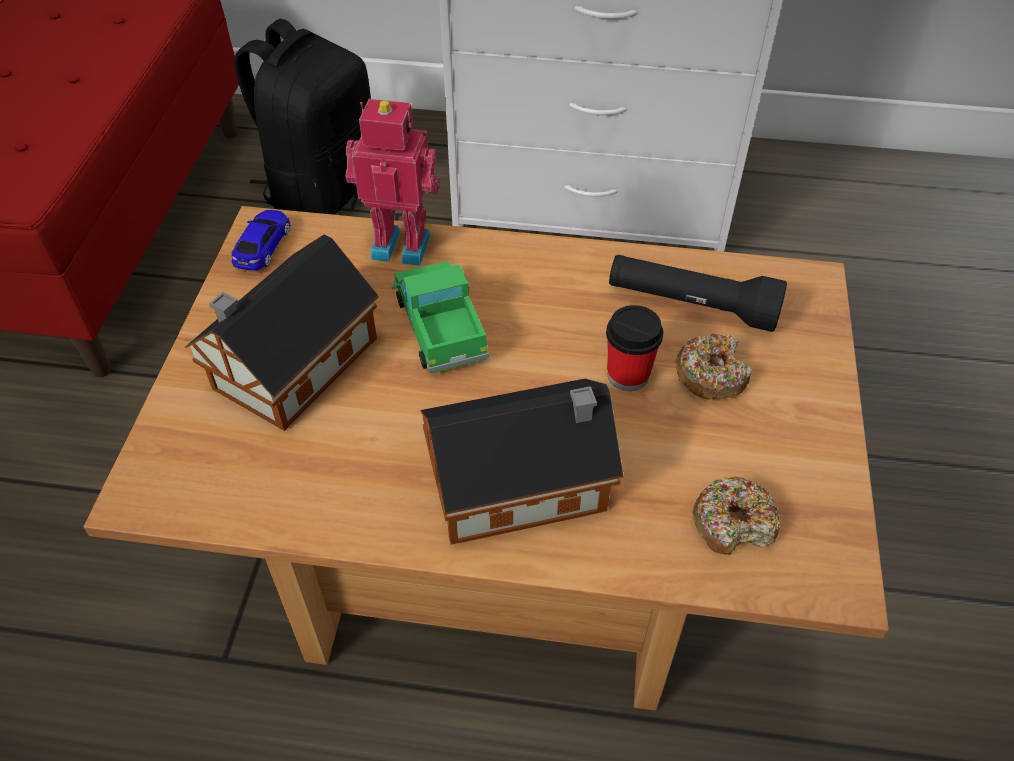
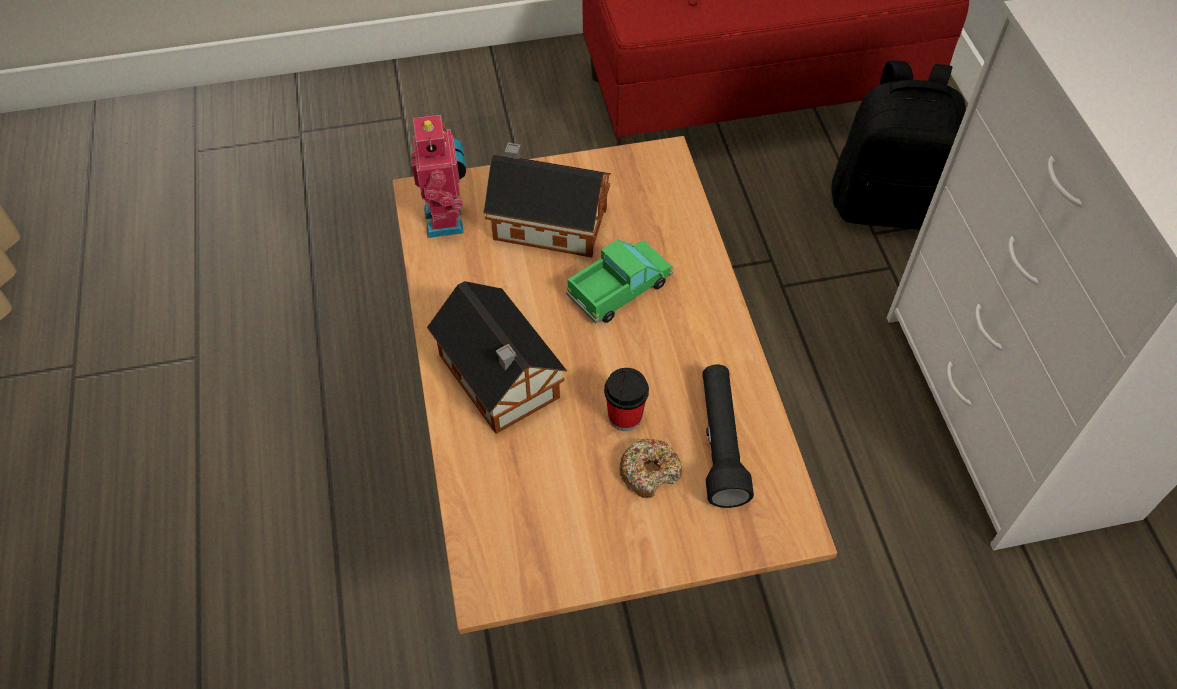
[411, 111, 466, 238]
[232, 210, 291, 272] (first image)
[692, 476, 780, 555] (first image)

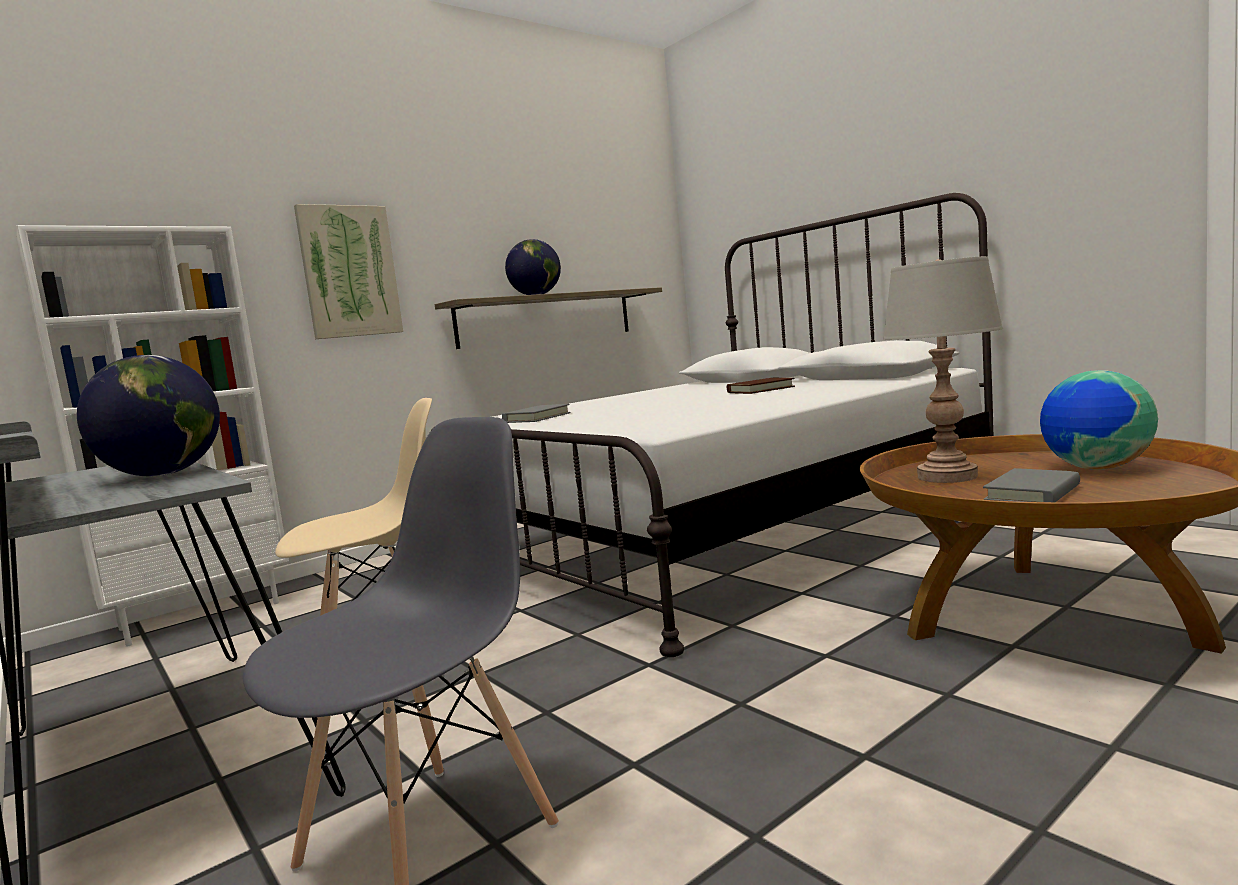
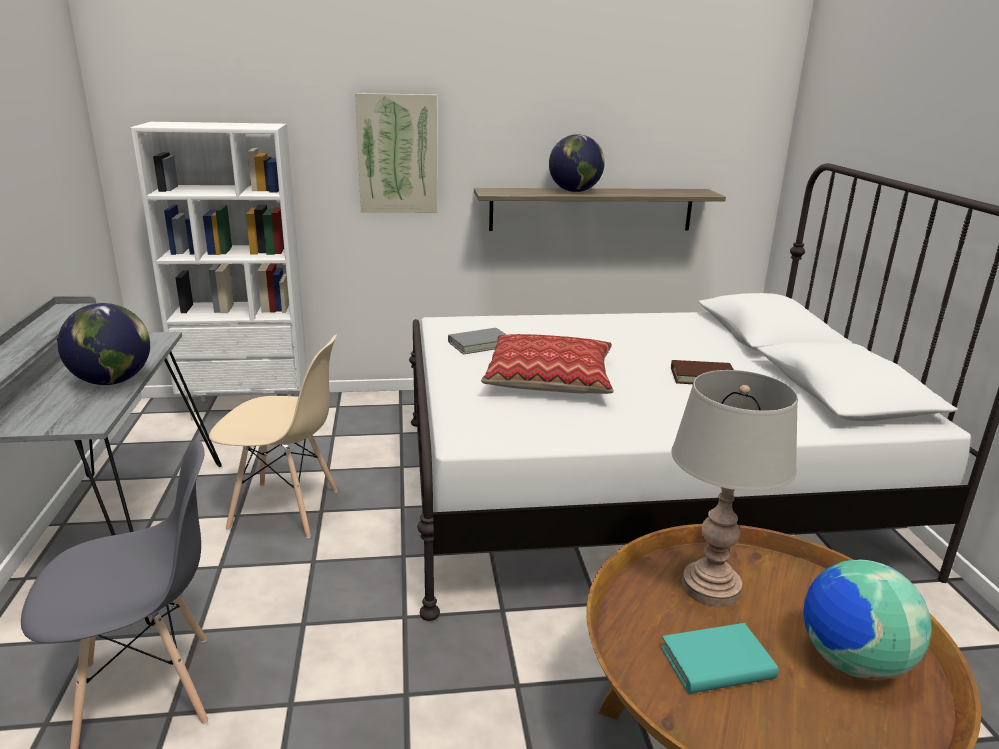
[481, 334, 614, 394]
[661, 623, 779, 694]

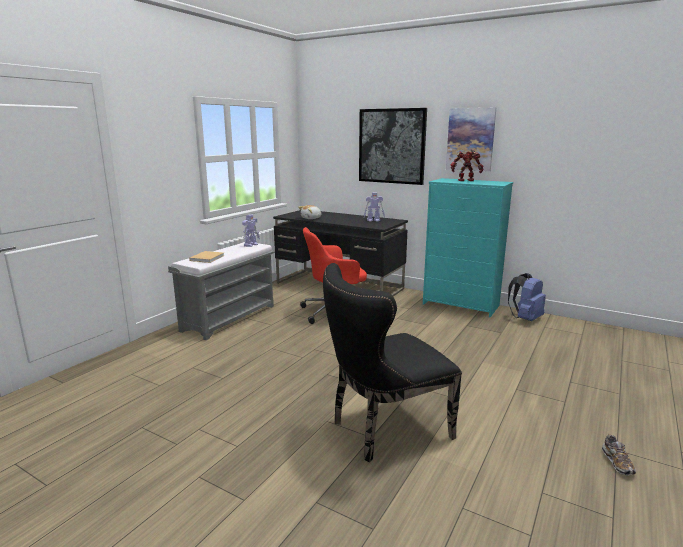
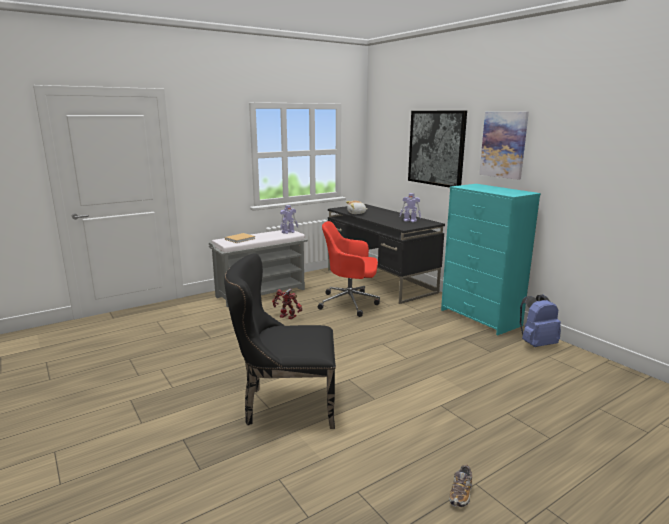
[272, 289, 302, 319]

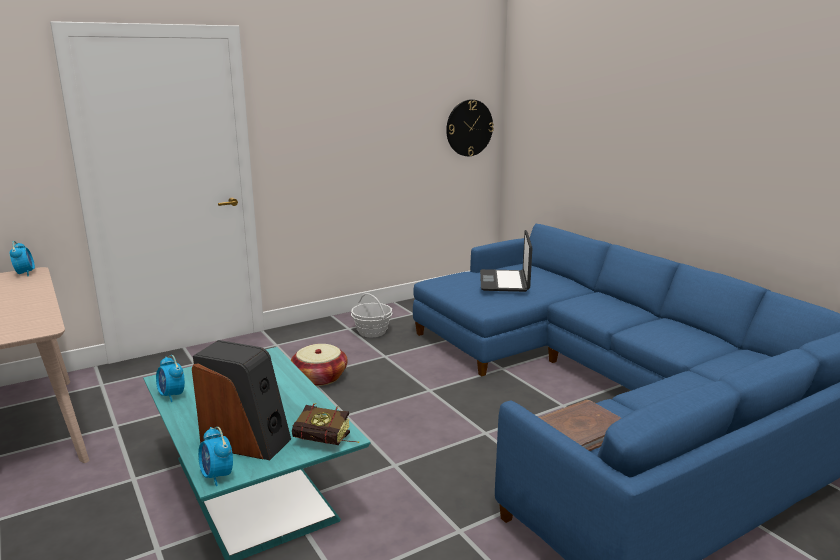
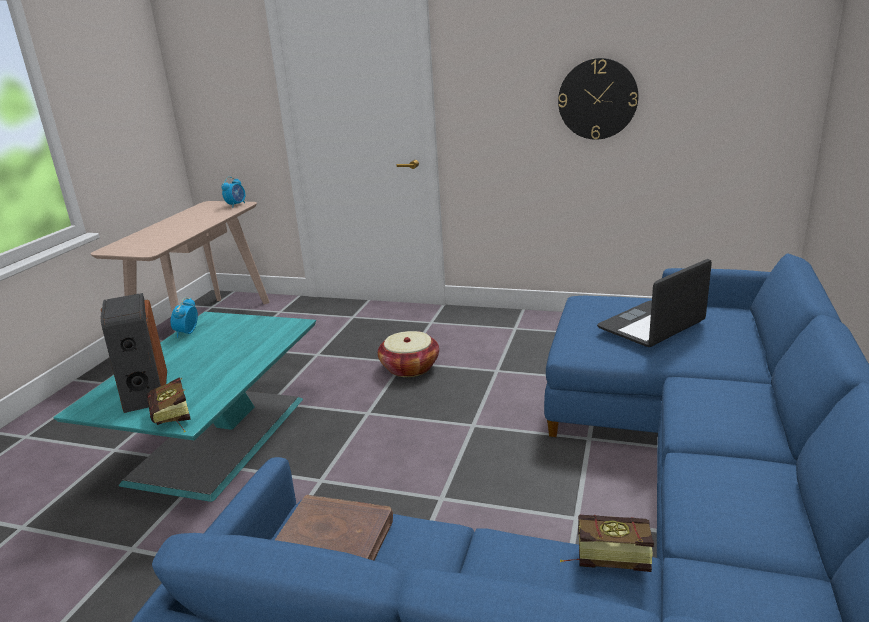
[558, 58, 638, 140]
[560, 514, 654, 572]
[198, 427, 233, 486] (first image)
[351, 293, 392, 337] (first image)

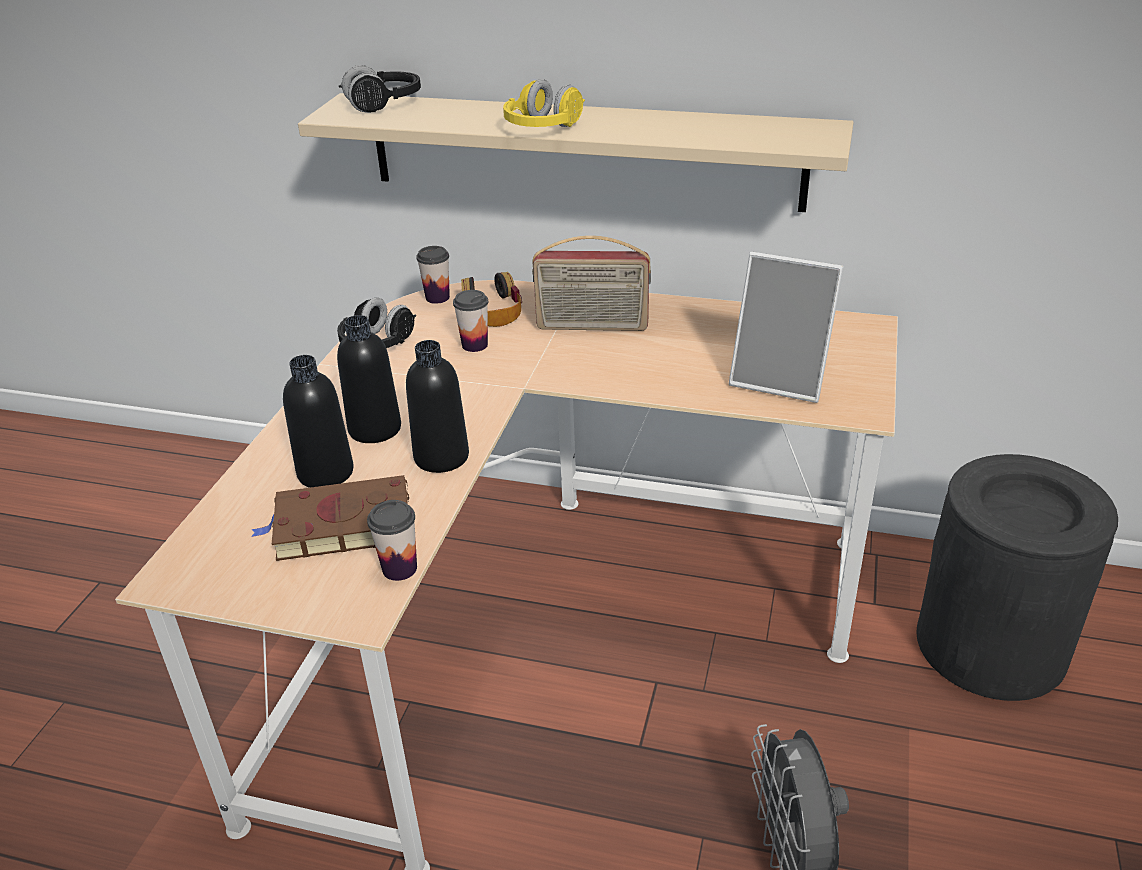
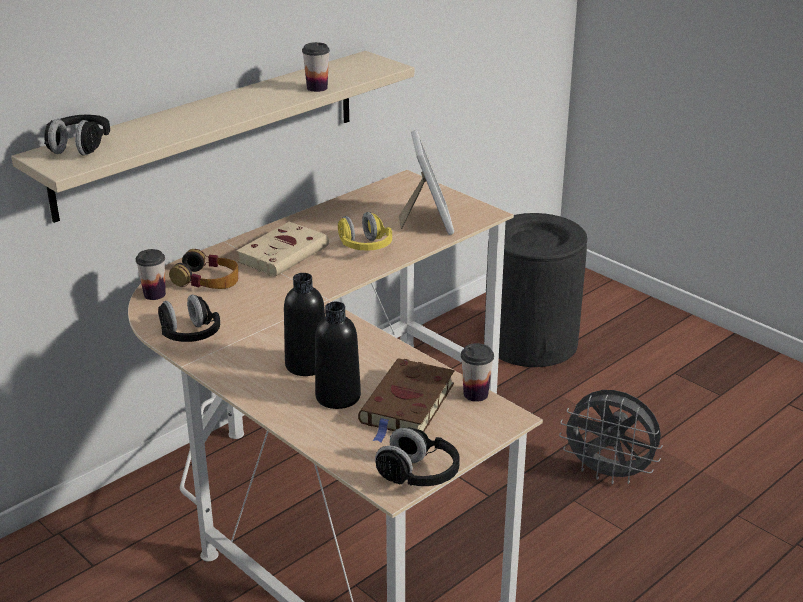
[236, 222, 329, 277]
[302, 42, 330, 92]
[338, 212, 392, 251]
[375, 427, 460, 486]
[399, 130, 454, 235]
[406, 340, 469, 473] (first image)

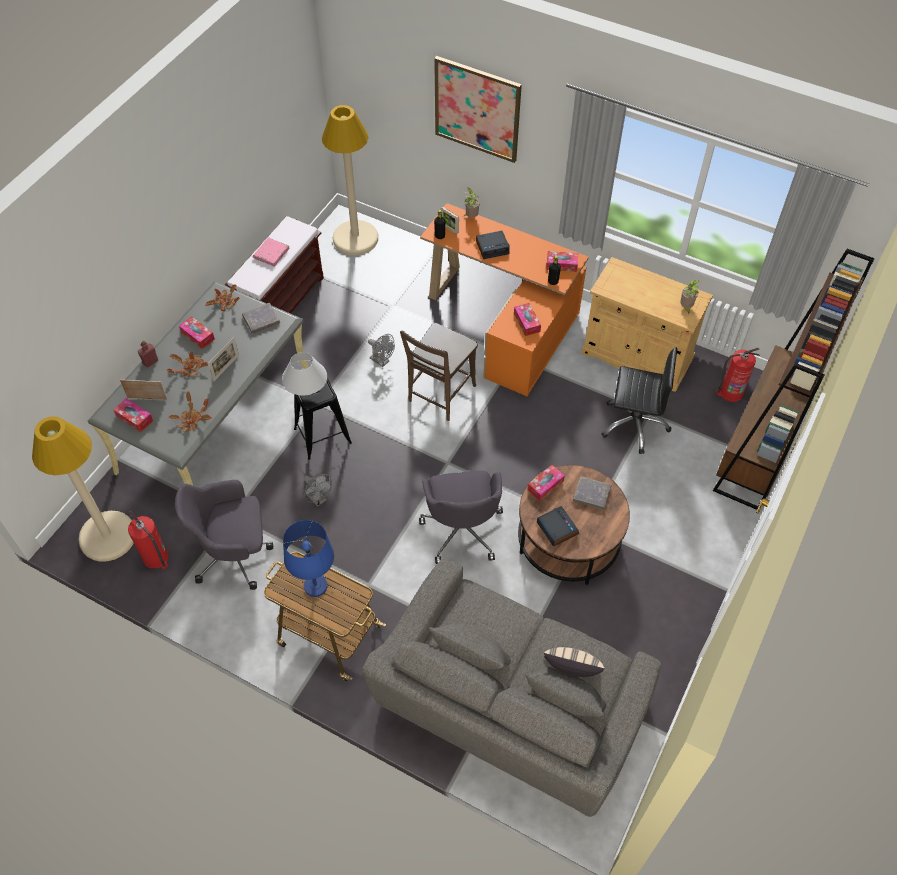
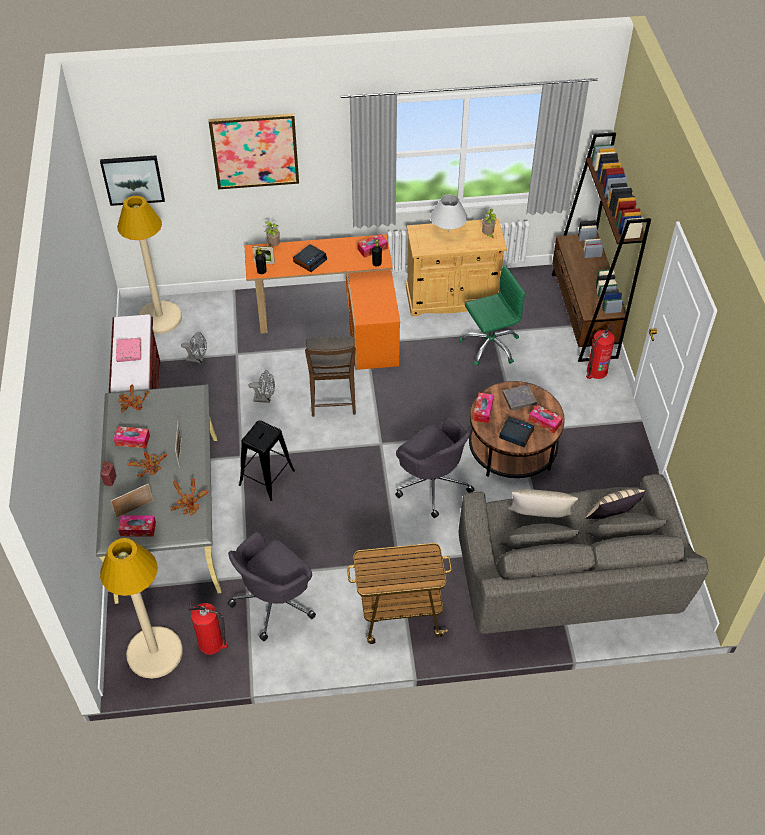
[100, 155, 165, 206]
[181, 332, 207, 364]
[430, 194, 467, 230]
[459, 265, 526, 366]
[508, 489, 578, 518]
[528, 404, 563, 433]
[586, 323, 615, 379]
[242, 303, 280, 333] (first image)
[283, 520, 334, 597] (first image)

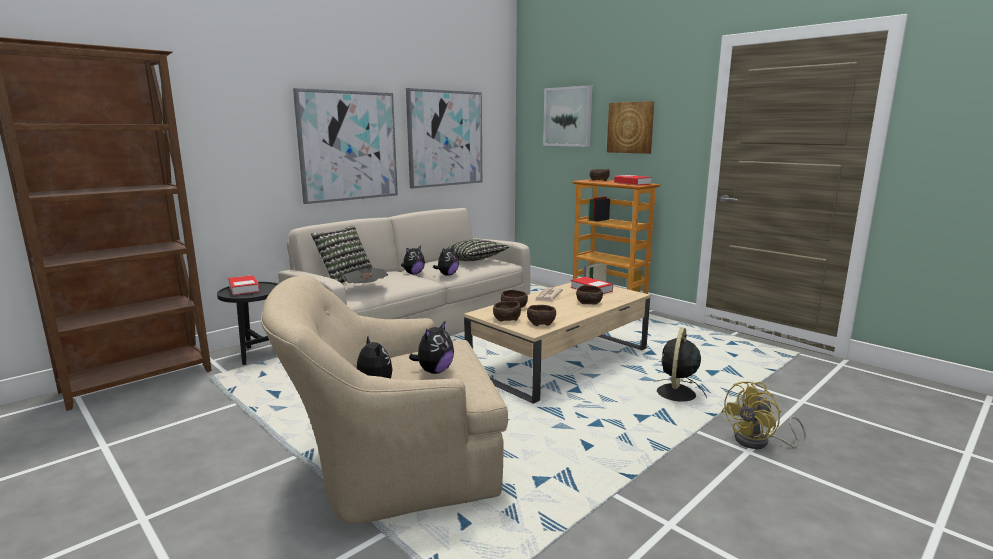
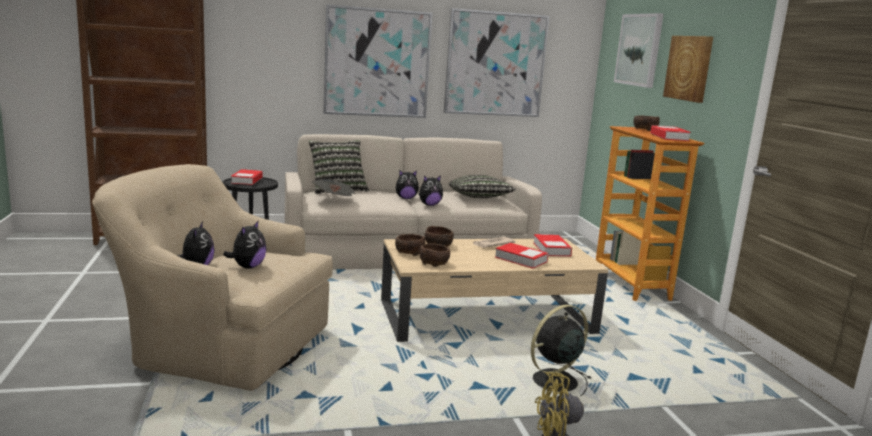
[223, 220, 267, 269]
[495, 243, 548, 269]

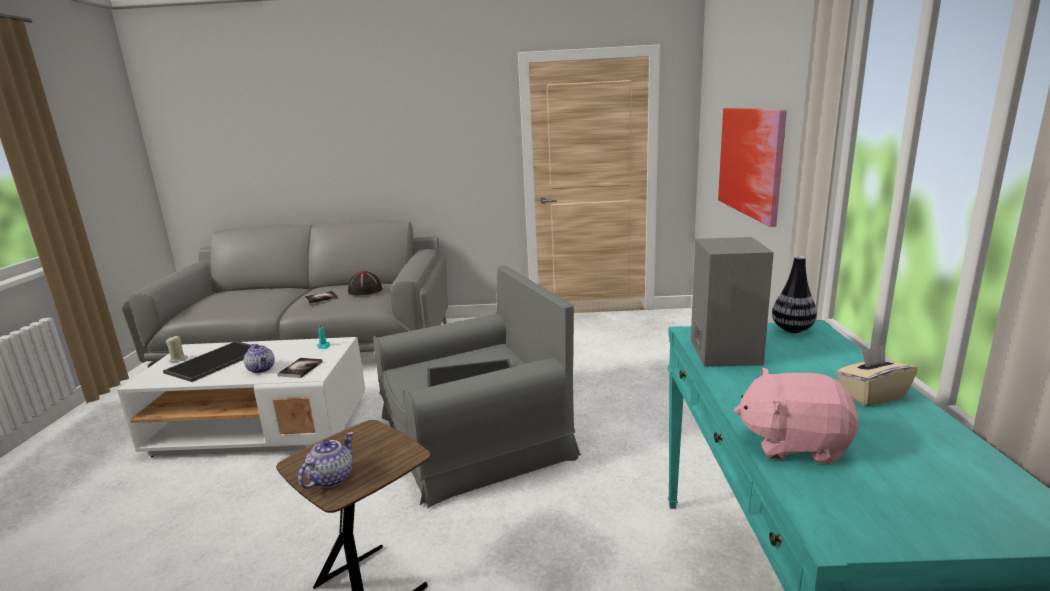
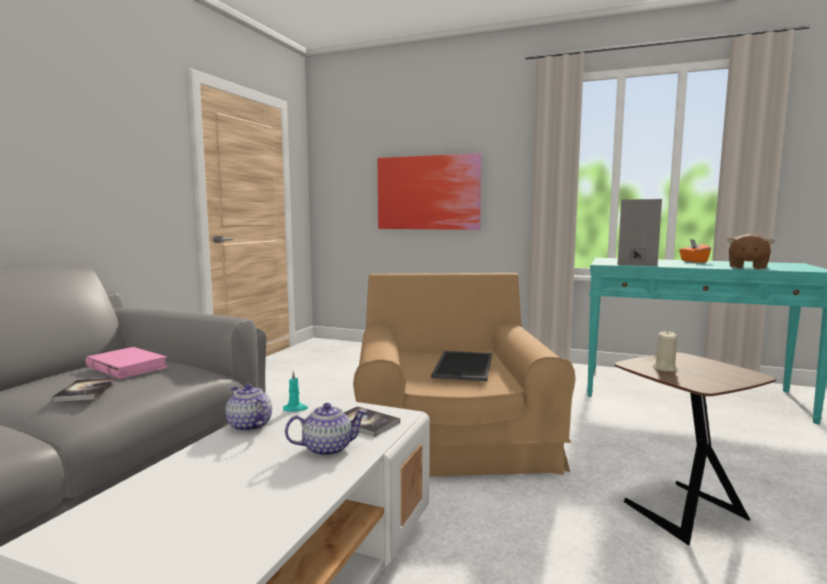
[85, 347, 168, 379]
[225, 384, 272, 432]
[353, 273, 576, 477]
[653, 331, 677, 372]
[679, 239, 711, 262]
[727, 233, 775, 270]
[163, 341, 250, 382] (first image)
[772, 256, 817, 333] (first image)

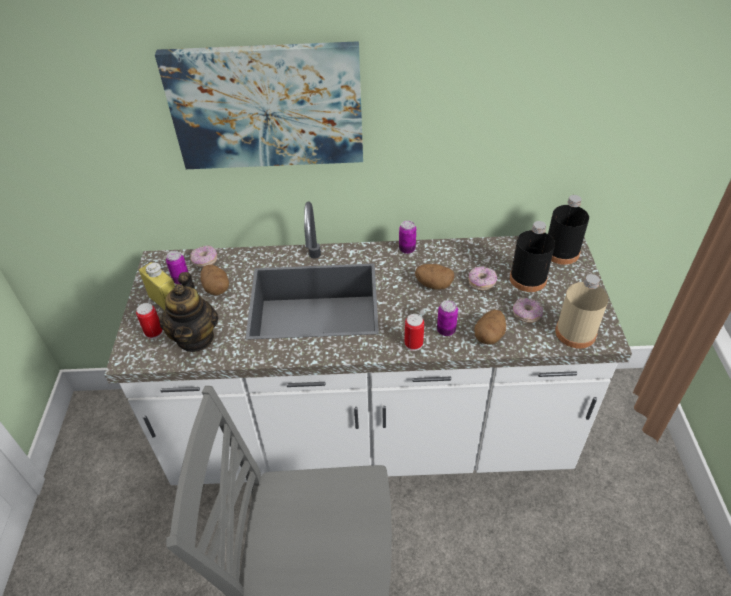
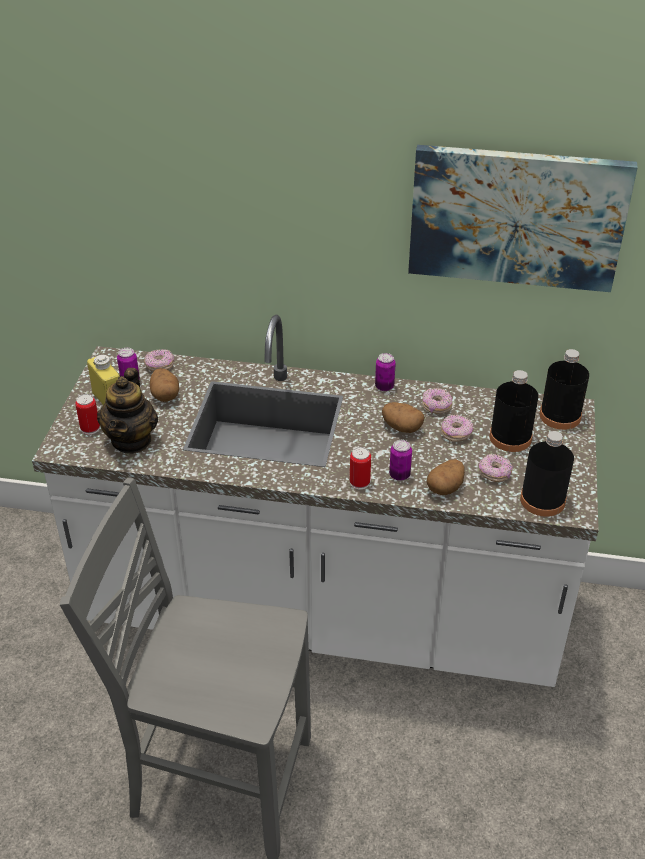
[408, 145, 638, 292]
[422, 388, 452, 414]
[520, 431, 574, 517]

